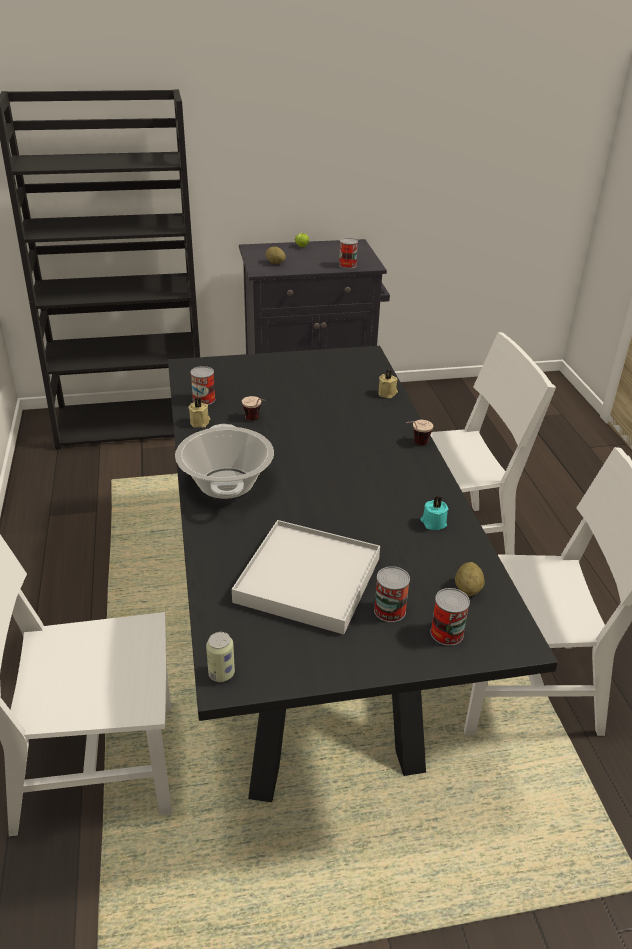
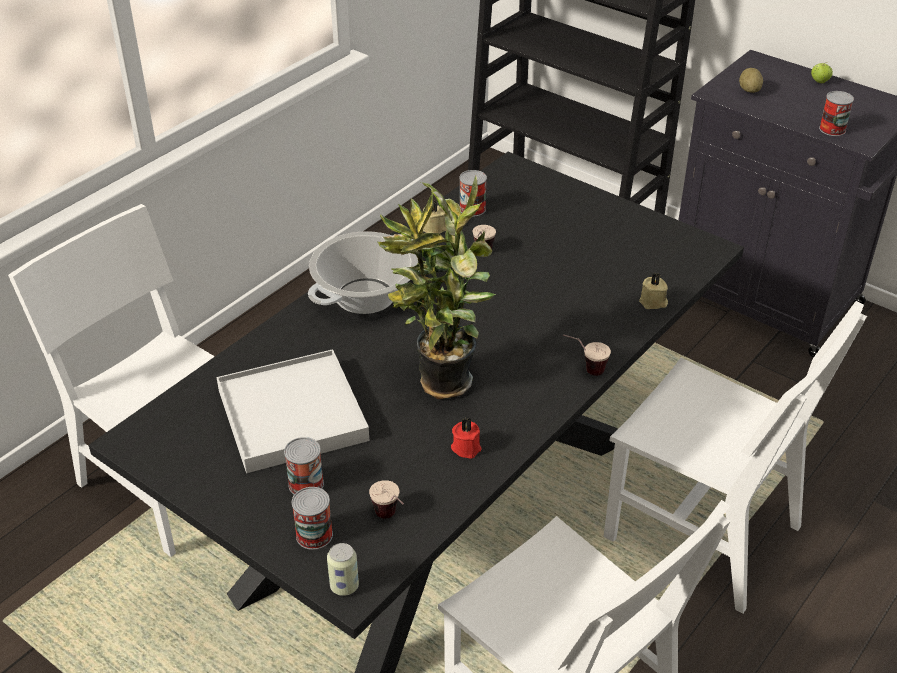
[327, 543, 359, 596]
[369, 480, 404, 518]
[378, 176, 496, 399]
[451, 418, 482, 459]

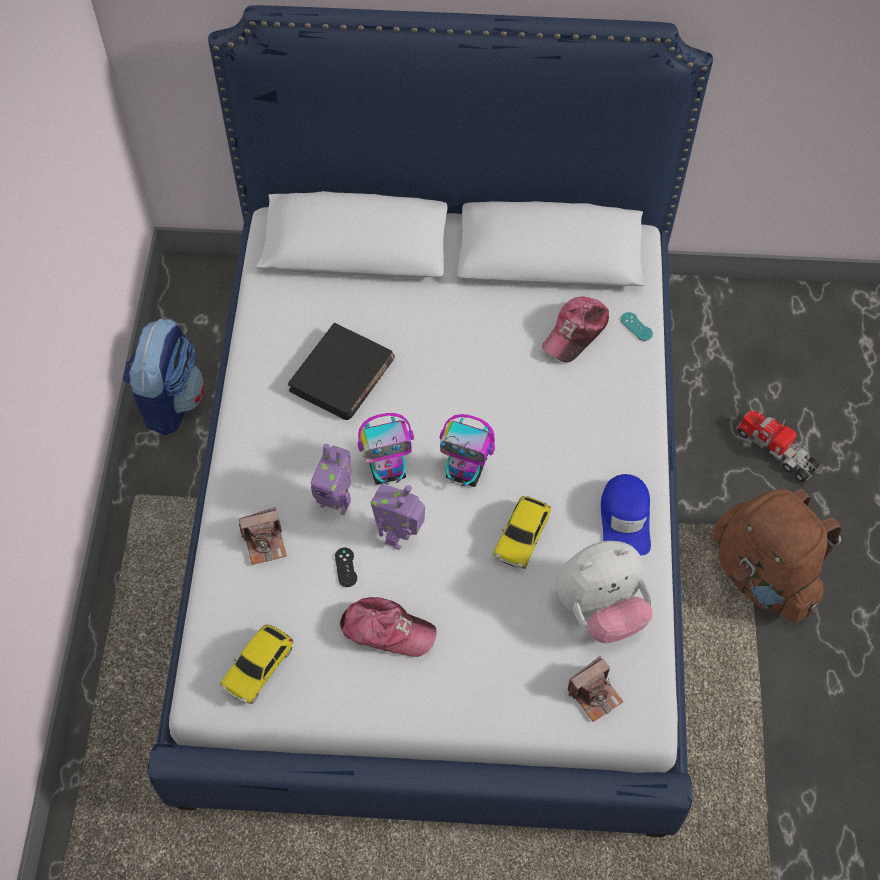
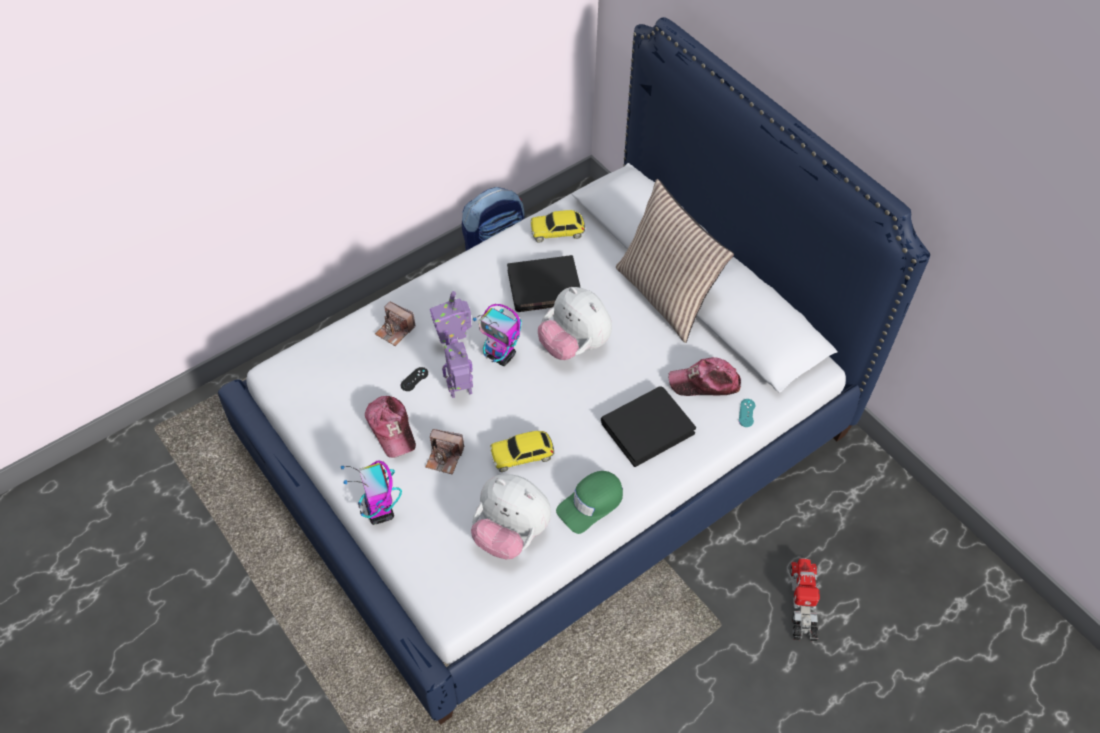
[341, 461, 402, 525]
[426, 429, 464, 474]
[530, 210, 585, 243]
[538, 287, 612, 360]
[556, 471, 623, 534]
[601, 386, 696, 467]
[616, 179, 734, 343]
[713, 488, 842, 622] (first image)

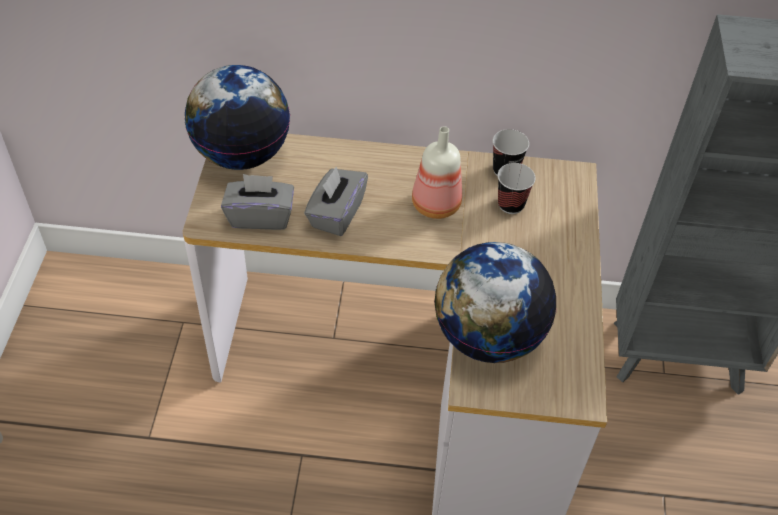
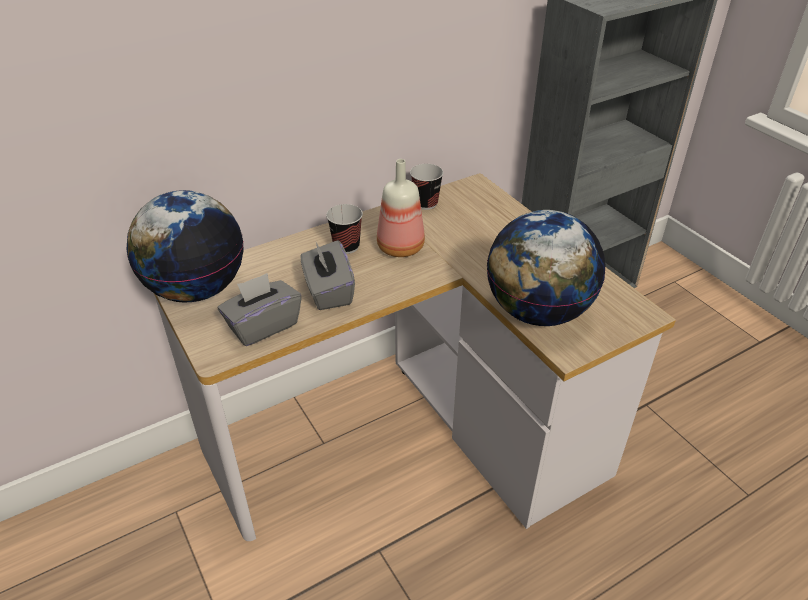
[326, 204, 363, 254]

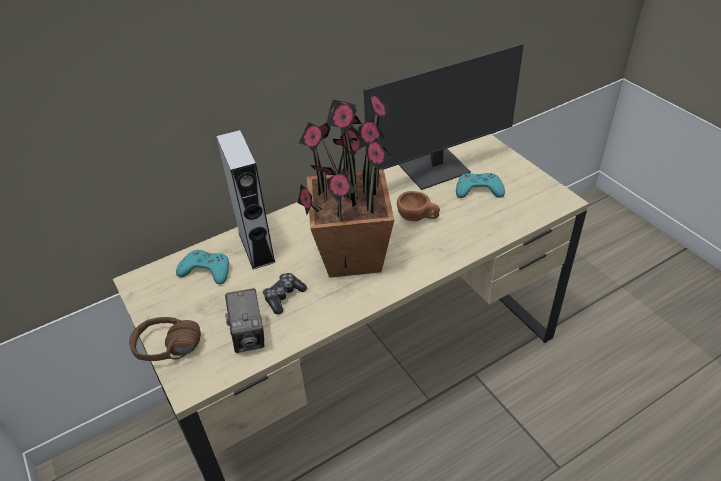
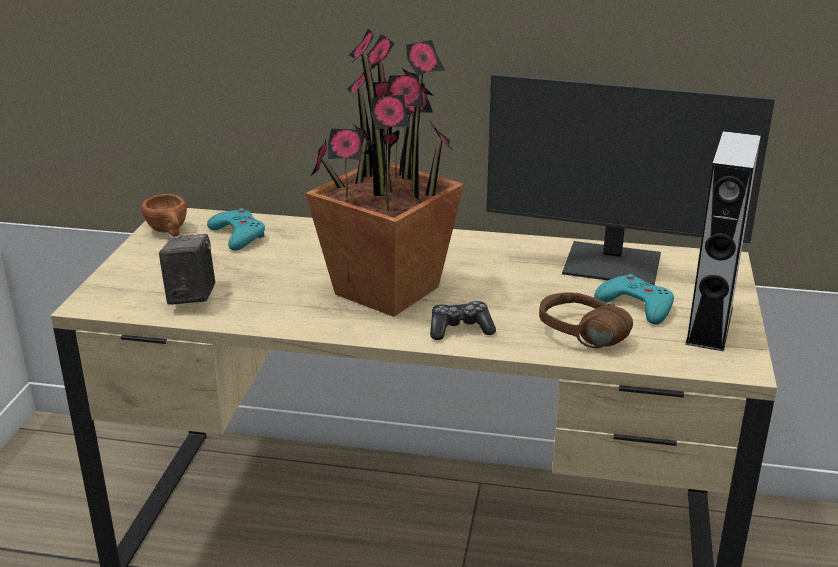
[141, 194, 187, 237]
[159, 234, 215, 305]
[430, 301, 496, 340]
[539, 293, 633, 348]
[685, 131, 761, 352]

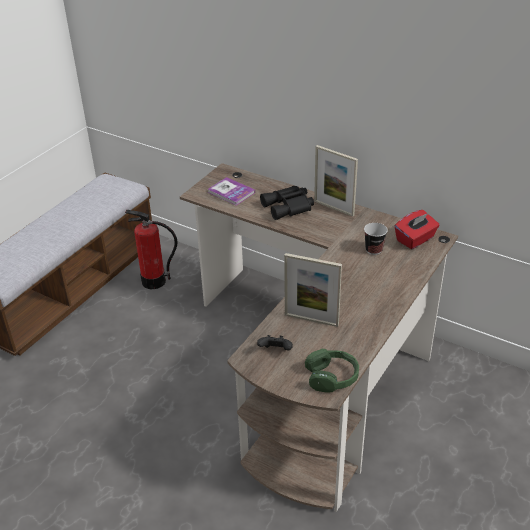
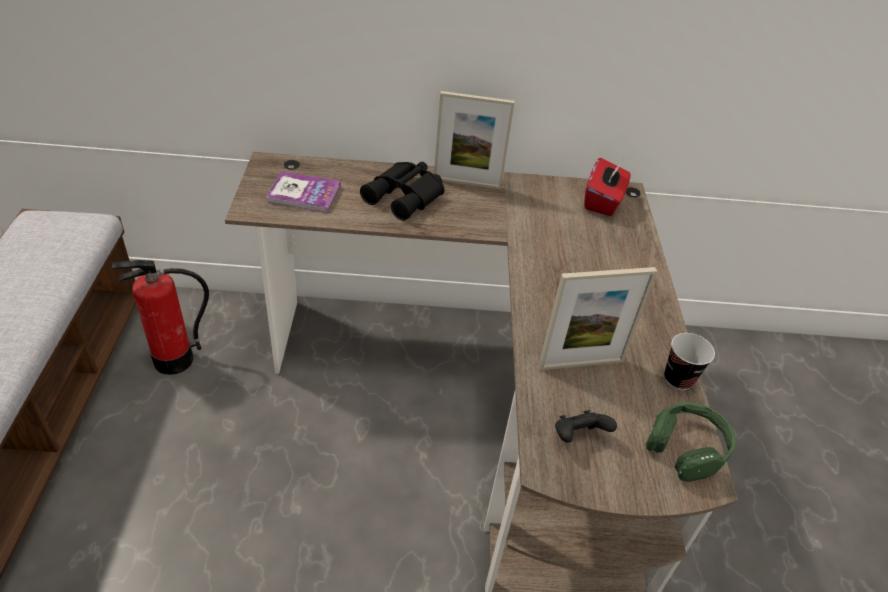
[664, 333, 715, 390]

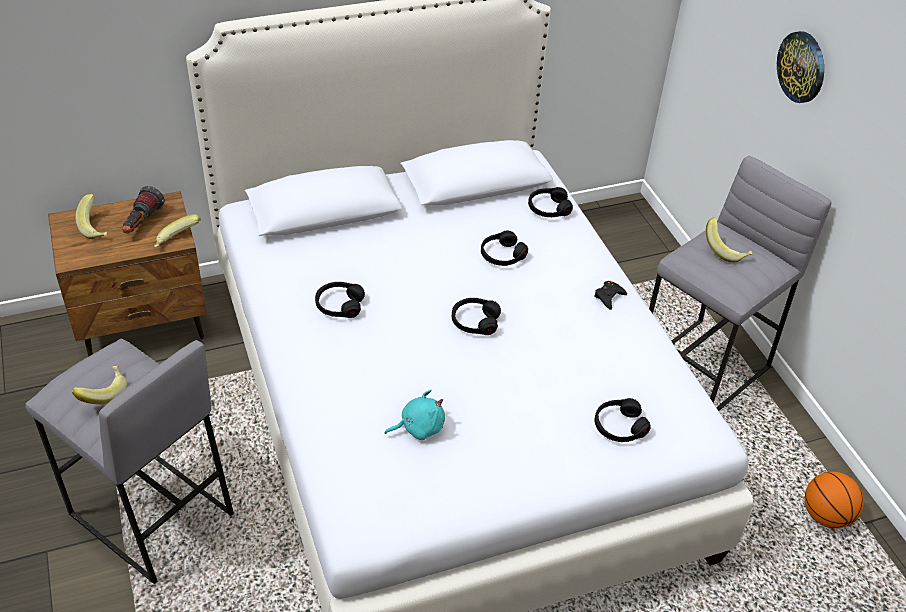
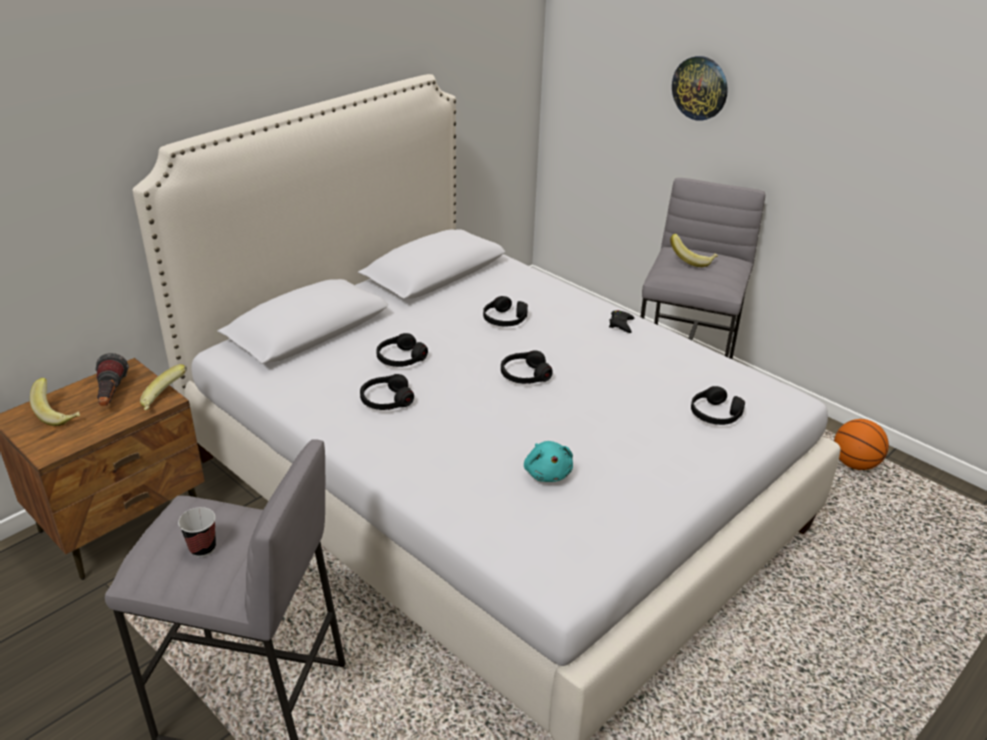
[178, 507, 216, 557]
[376, 333, 428, 367]
[524, 441, 573, 482]

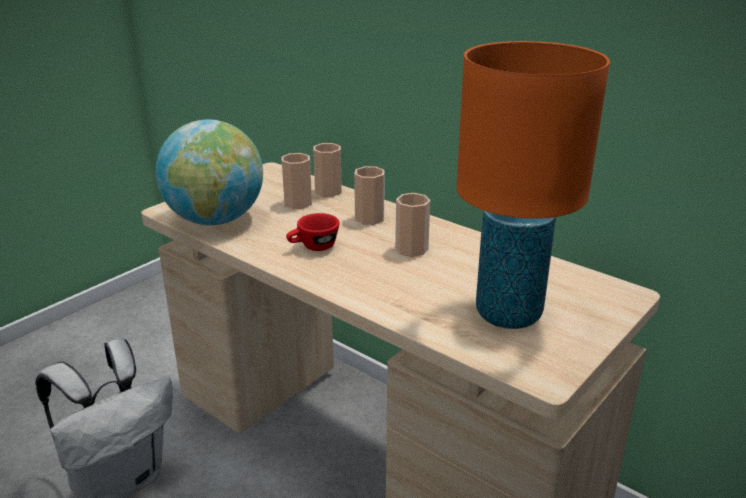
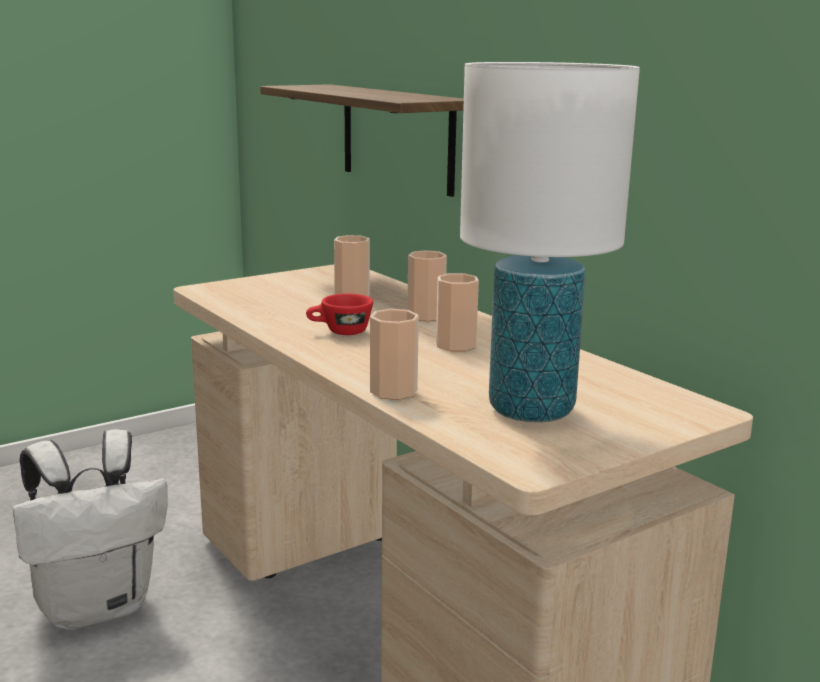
[260, 84, 464, 197]
[370, 309, 419, 400]
[460, 62, 640, 422]
[155, 120, 263, 225] (first image)

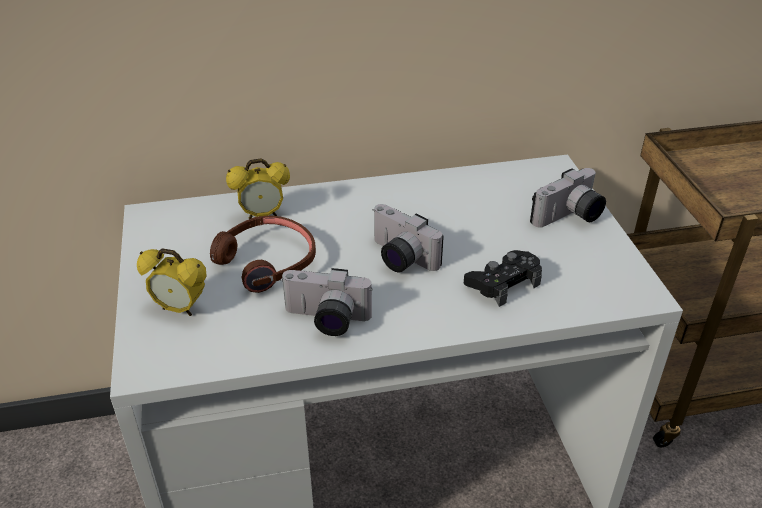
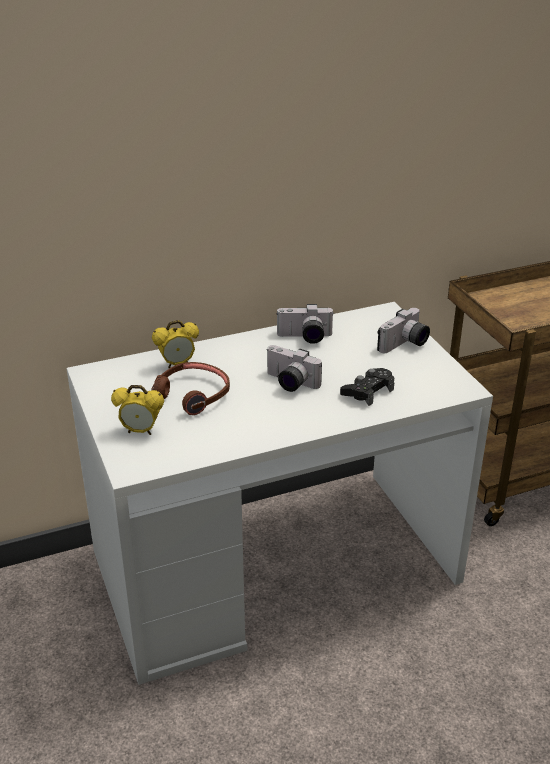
[276, 304, 333, 344]

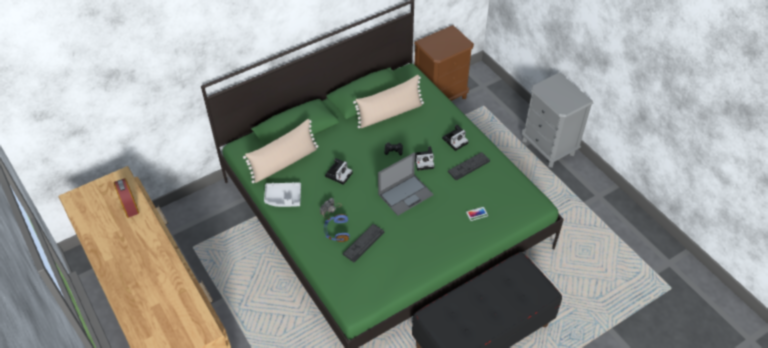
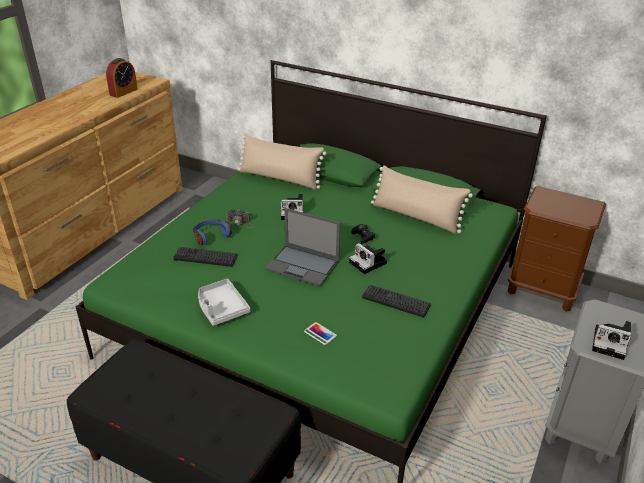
[198, 279, 250, 326]
[592, 321, 632, 360]

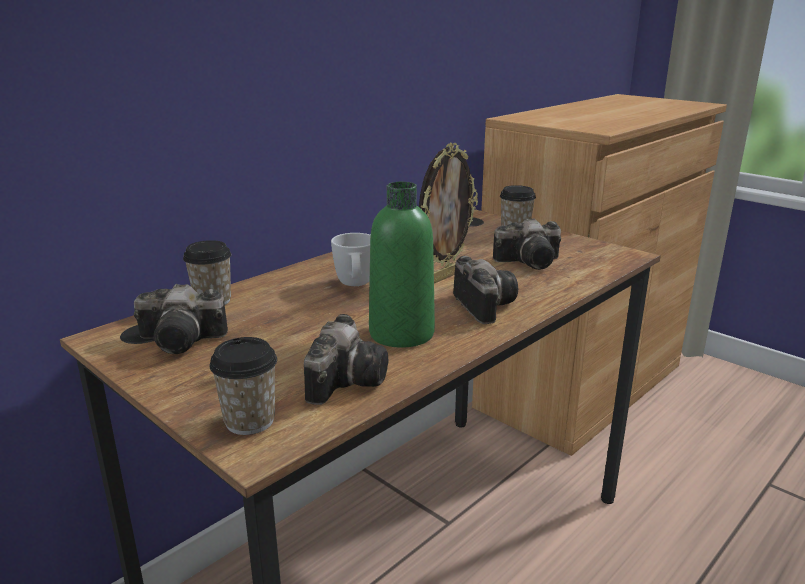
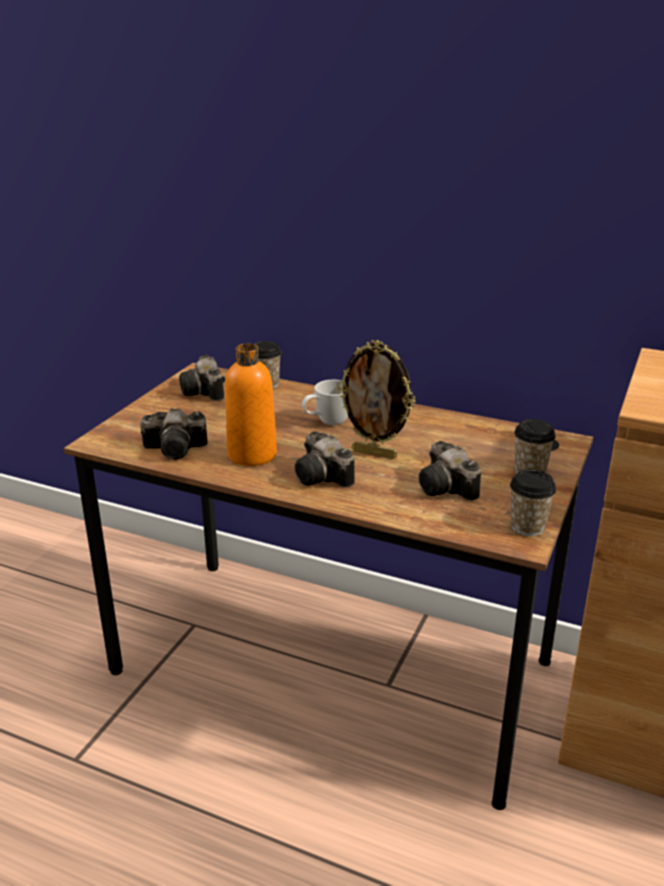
[225, 343, 277, 466]
[295, 431, 355, 488]
[510, 469, 556, 536]

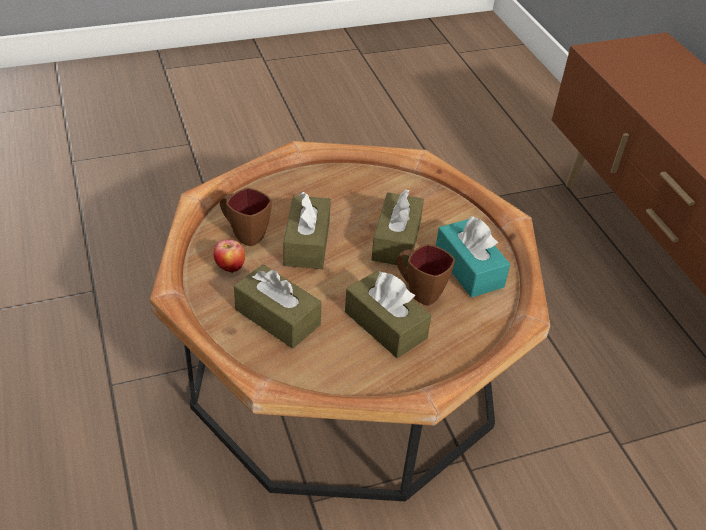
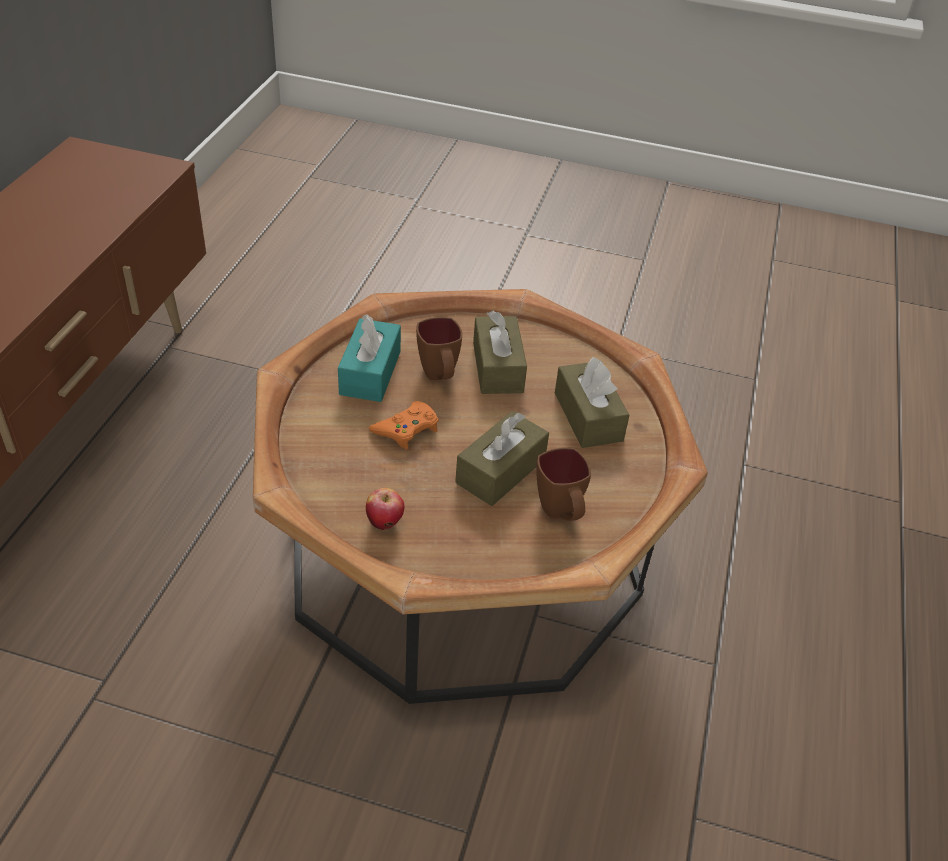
[366, 488, 404, 530]
[369, 401, 438, 449]

